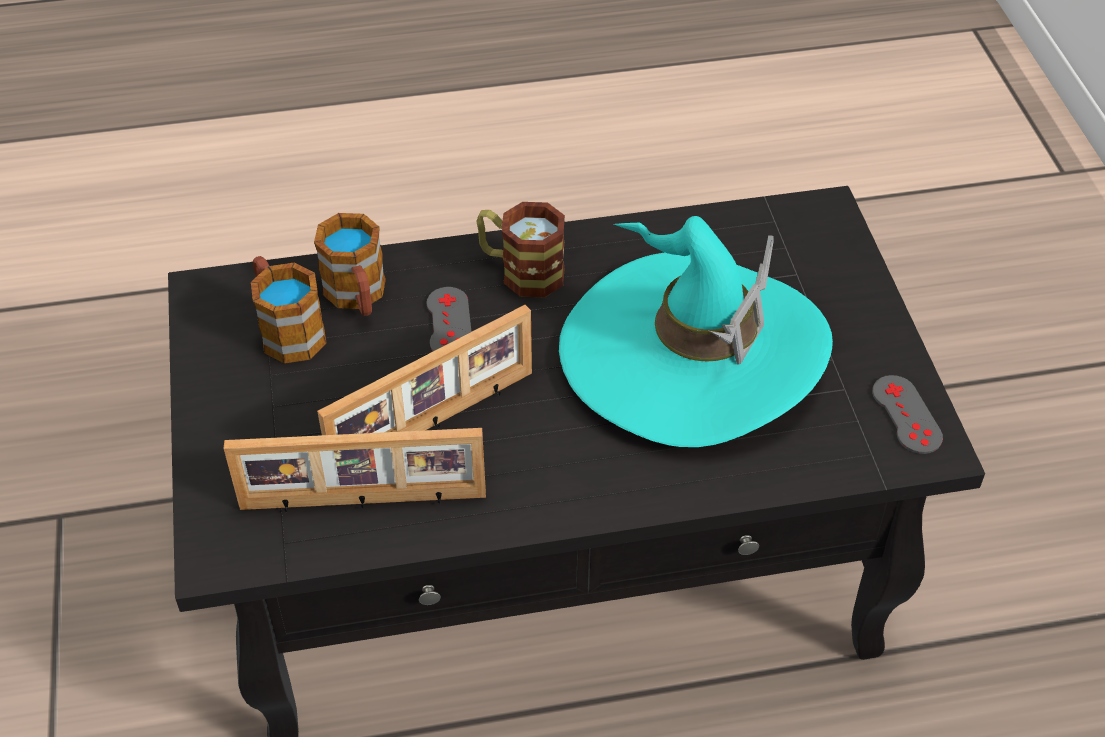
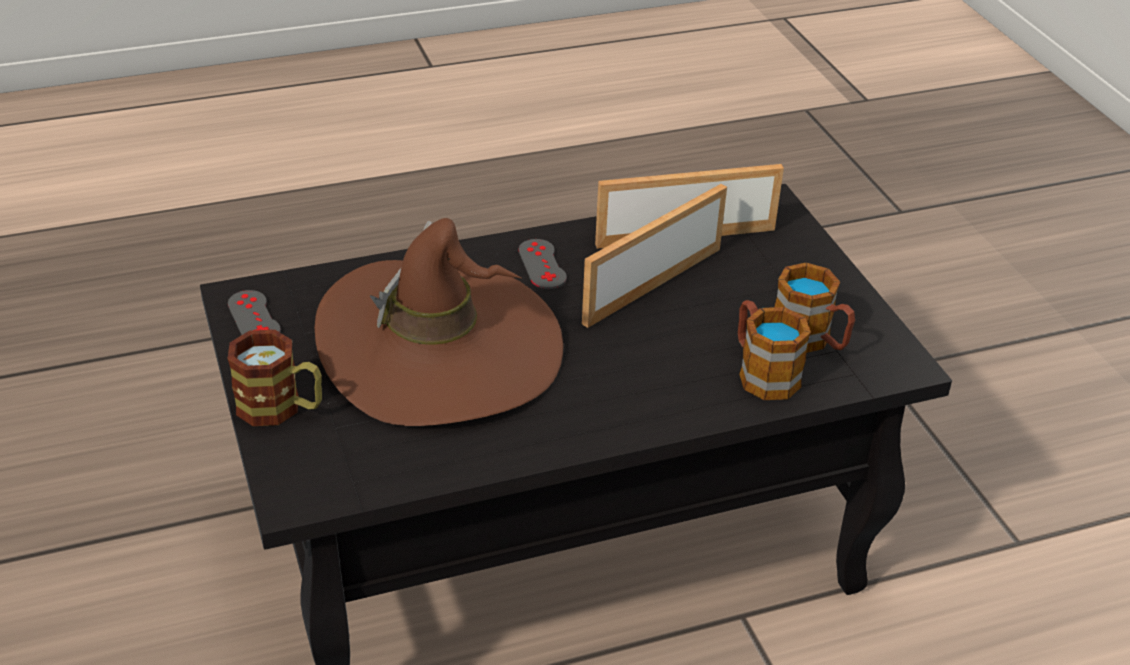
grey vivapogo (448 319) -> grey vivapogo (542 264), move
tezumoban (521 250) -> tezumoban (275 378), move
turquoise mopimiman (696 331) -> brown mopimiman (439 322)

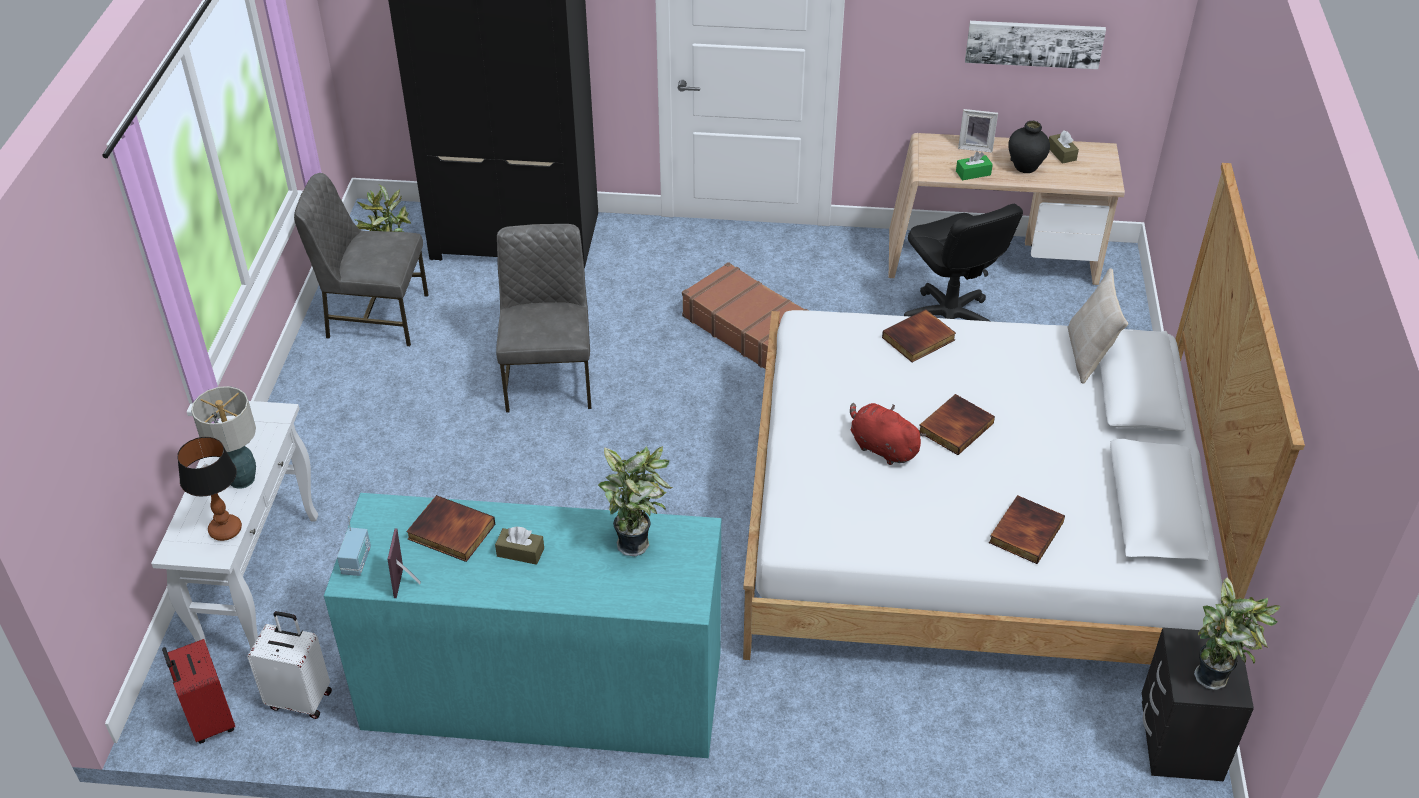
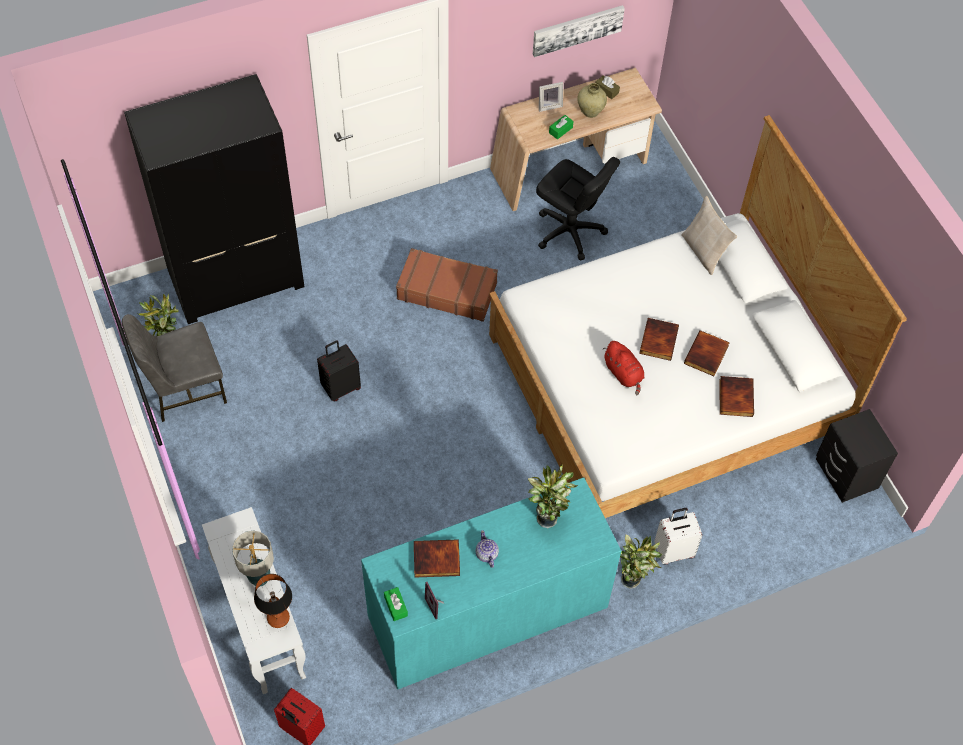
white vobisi (289 665) -> white vobisi (678 536), move
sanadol (919 335) -> sanadol (707 353), move
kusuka (1237 633) -> kusuka (641 561), move
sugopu (354 546) -> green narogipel (396 604)
brown narogipel (519 545) -> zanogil (487 549)
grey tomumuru (543 318) -> black vobisi (339 370)
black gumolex (1029 147) -> beige gumolex (592 100)
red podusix (888 434) -> red podusix (624 368), 135 degrees counterclockwise

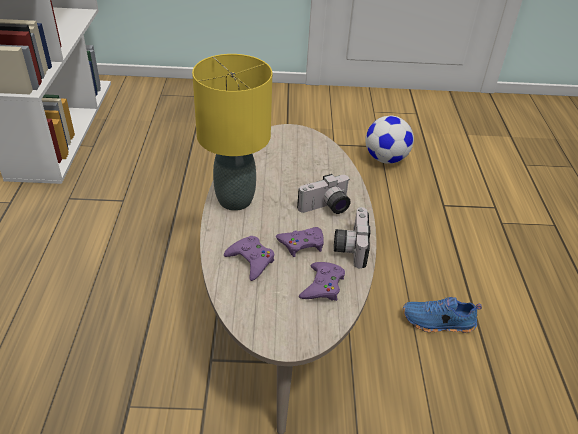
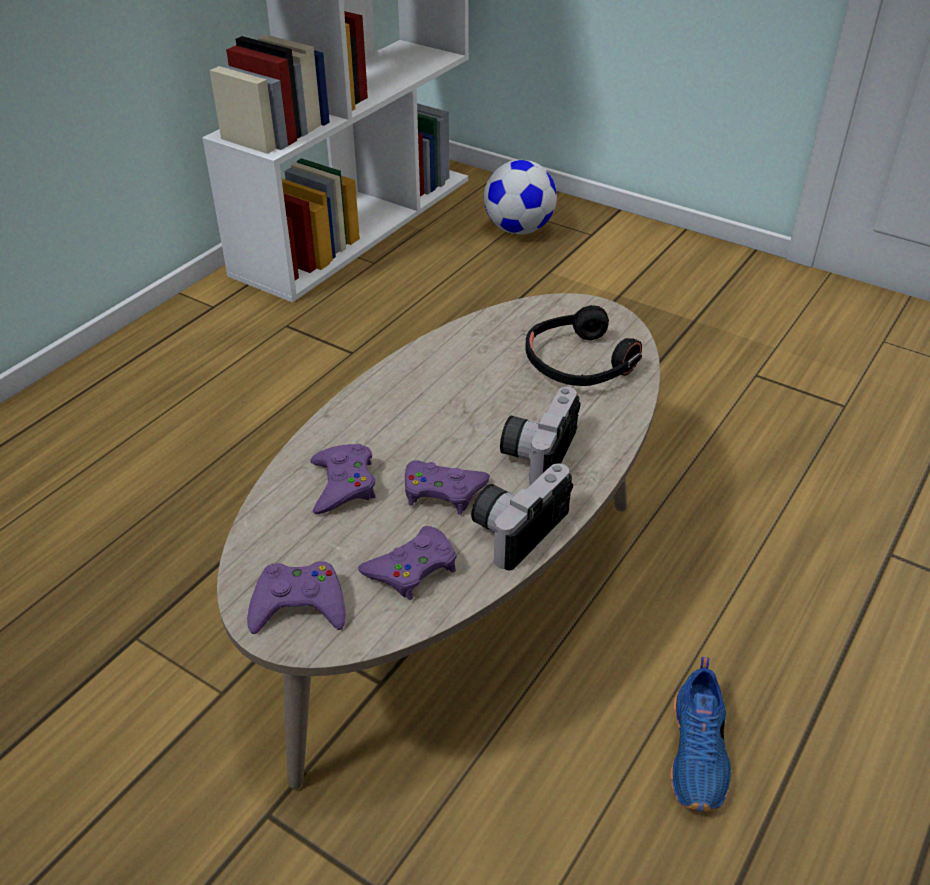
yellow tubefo (232 132) -> none
none -> purple vivapogo (296 597)
none -> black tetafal (583 345)
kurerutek (389 140) -> kurerutek (520 197), move
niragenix (324 194) -> niragenix (540 436), 105 degrees clockwise
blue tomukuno (442 315) -> blue tomukuno (700 734), 120 degrees counterclockwise

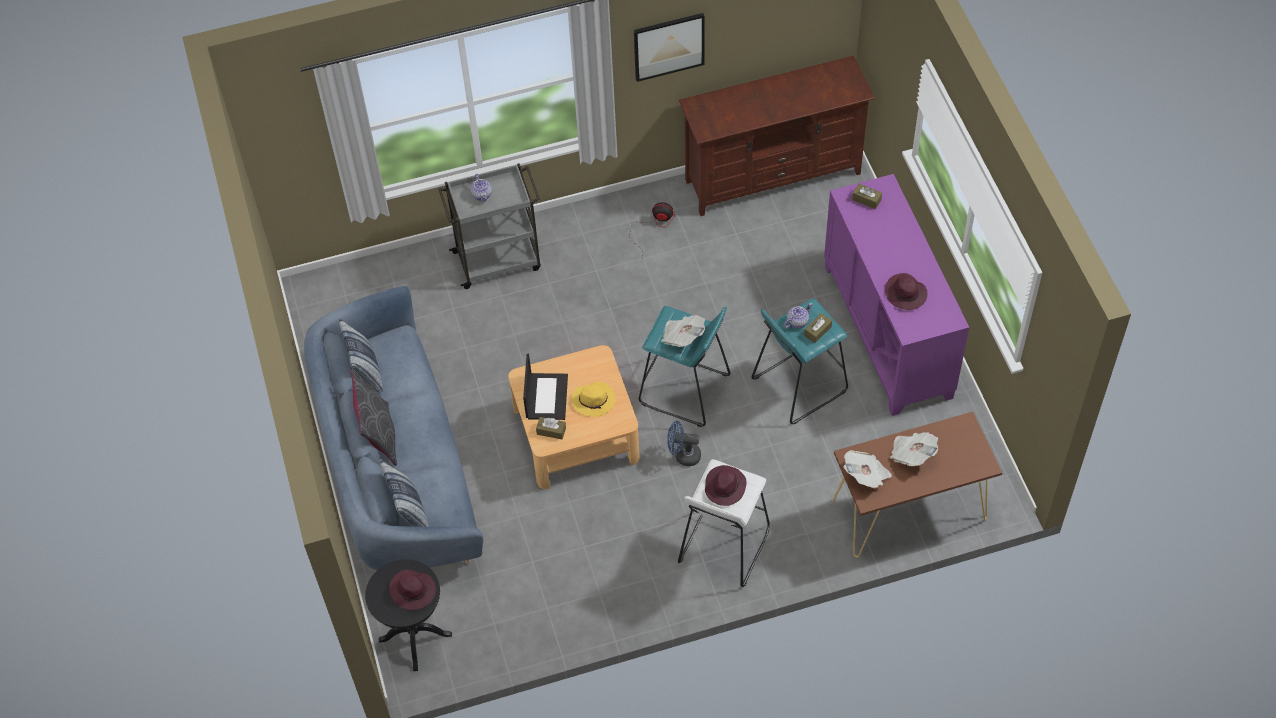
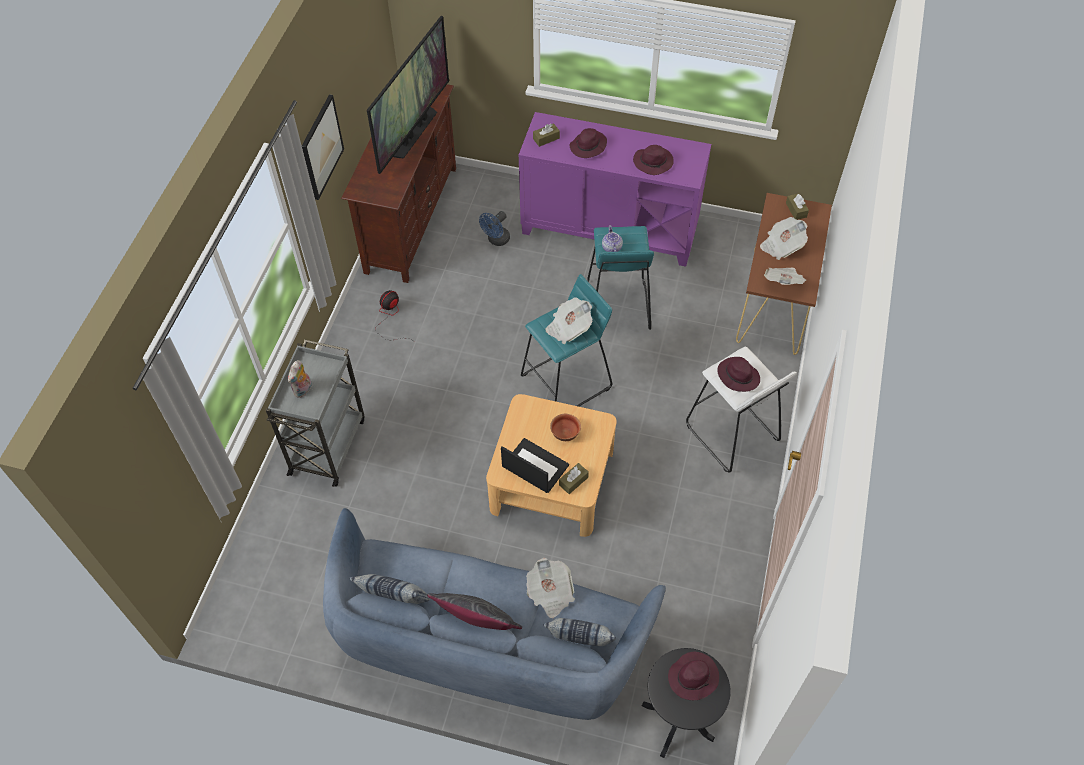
none -> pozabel (408 95)
none -> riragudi (550 588)
none -> purple mopimiman (588 143)
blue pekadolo (684 443) -> blue pekadolo (494 228), move
brown narogipel (818 328) -> brown narogipel (797 206), move
zanogil (481 188) -> podusix (300 379)
yellow mopimiman (593 399) -> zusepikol (565 427)

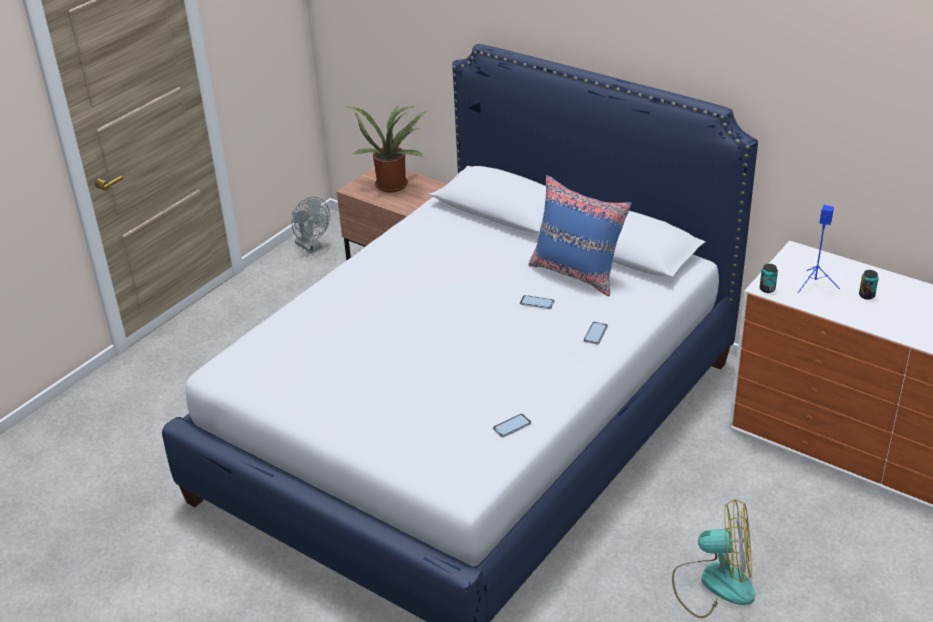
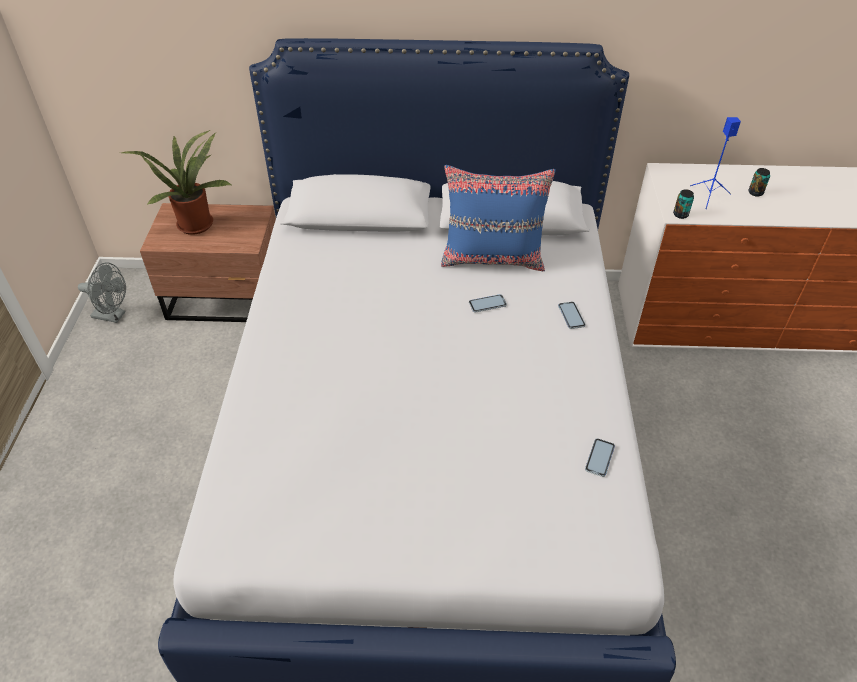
pekadolo (713 558) -> none

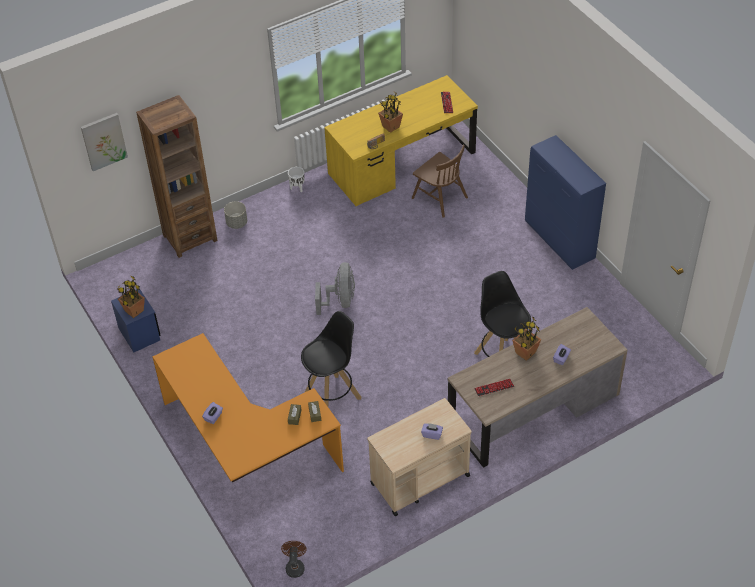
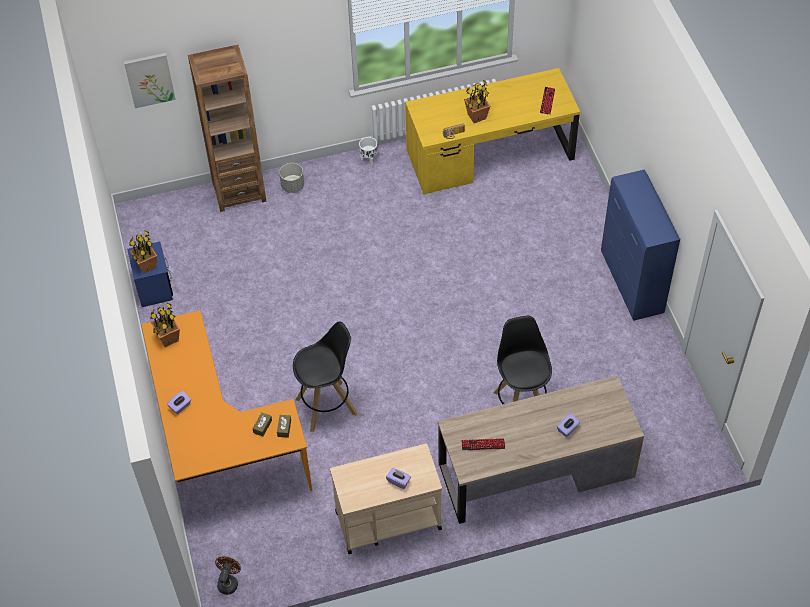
grey pekadolo (335 288) -> none
brown tomumuru (440 181) -> none
kusuka (526 338) -> kusuka (165 325), move

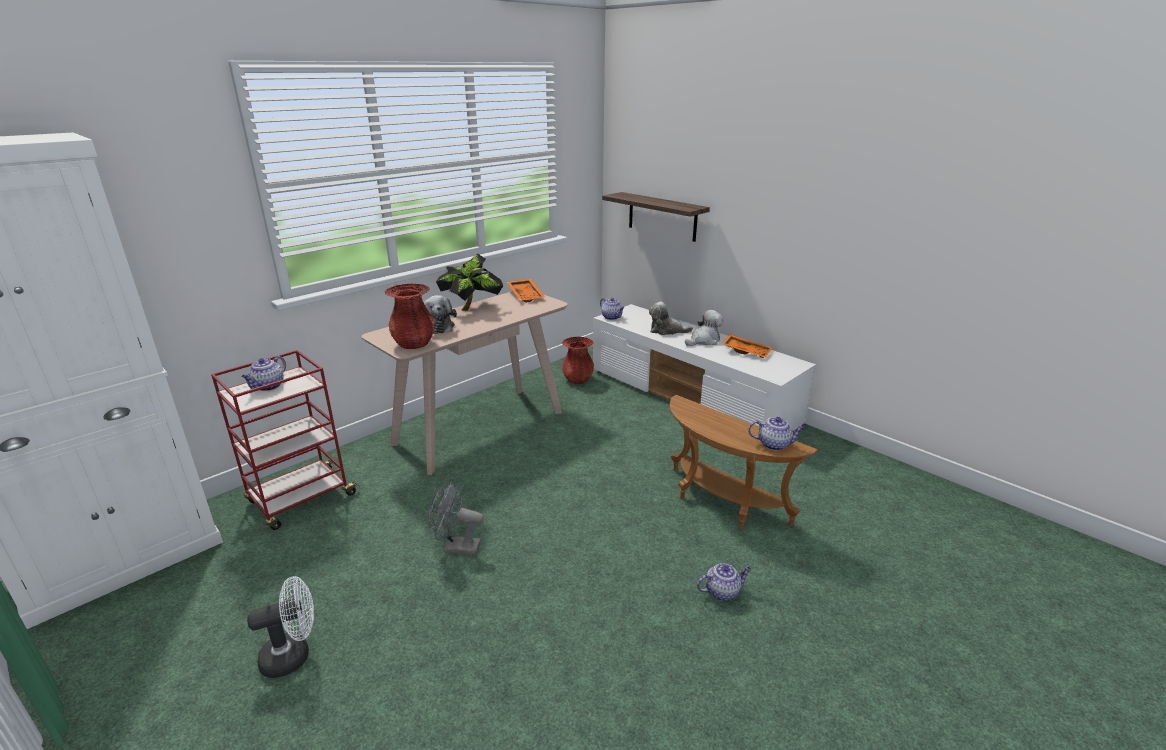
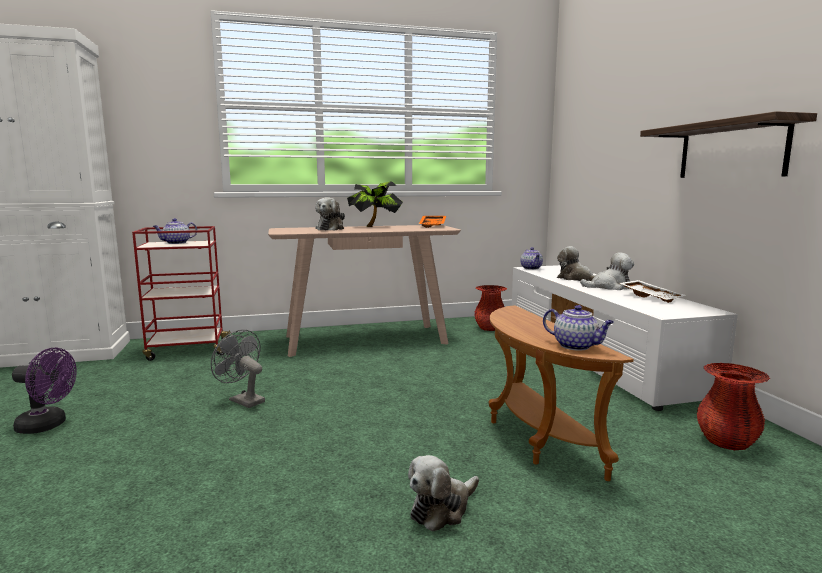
red gumolex (410 316) -> red gumolex (733 406), move
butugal (656 217) -> butugal (728 144), move
zanogil (724 582) -> podusix (443 493)
white pekadolo (280 627) -> purple pekadolo (44 391)
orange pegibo (747 346) -> white pegibo (652 291)

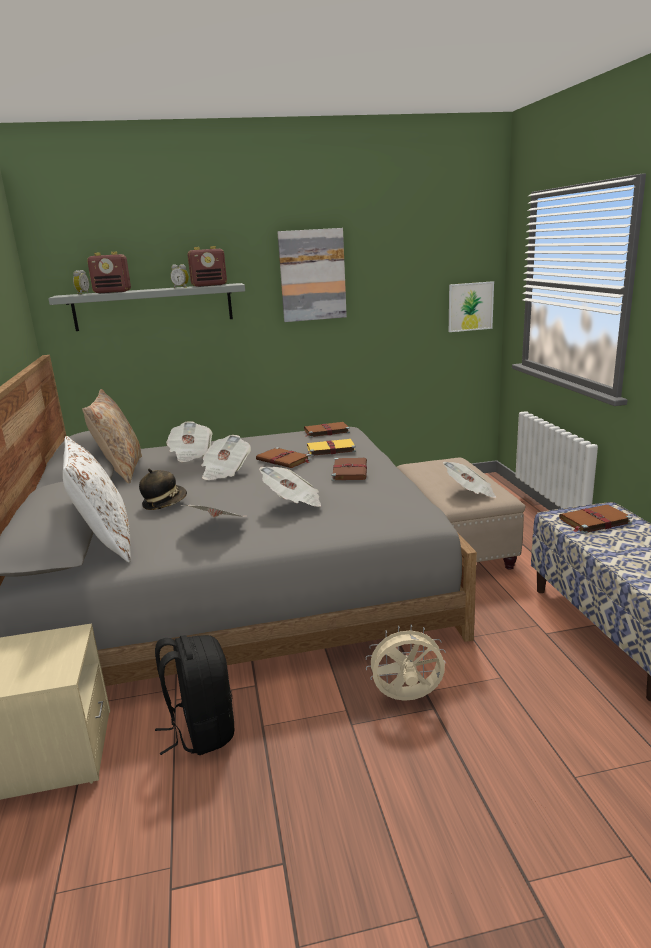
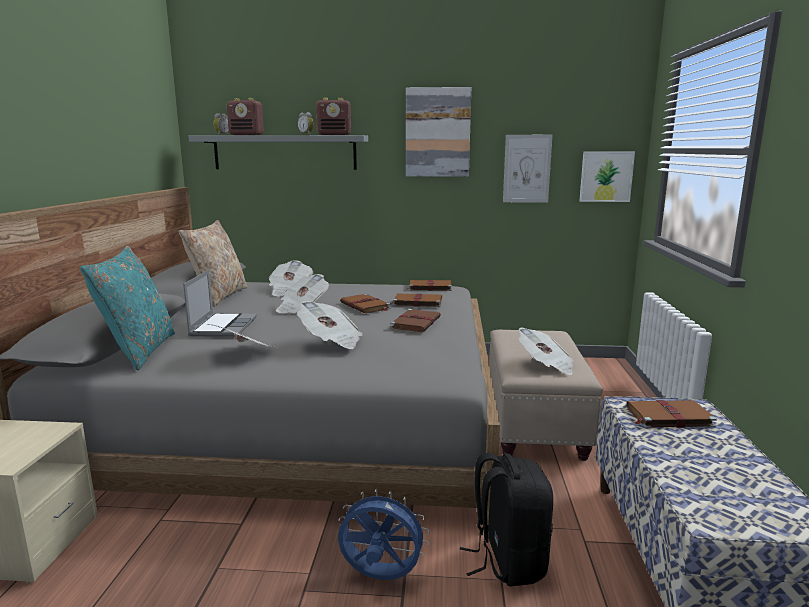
none -> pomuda (528 169)
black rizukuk (194 695) -> black rizukuk (506 520), move
mopimiman (163 489) -> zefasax (220 303)
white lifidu (97 499) -> turquoise lifidu (127 308)
yellow sanadol (331 447) -> brown sanadol (416 300)
beige pekadolo (405 662) -> blue pekadolo (383 534)

